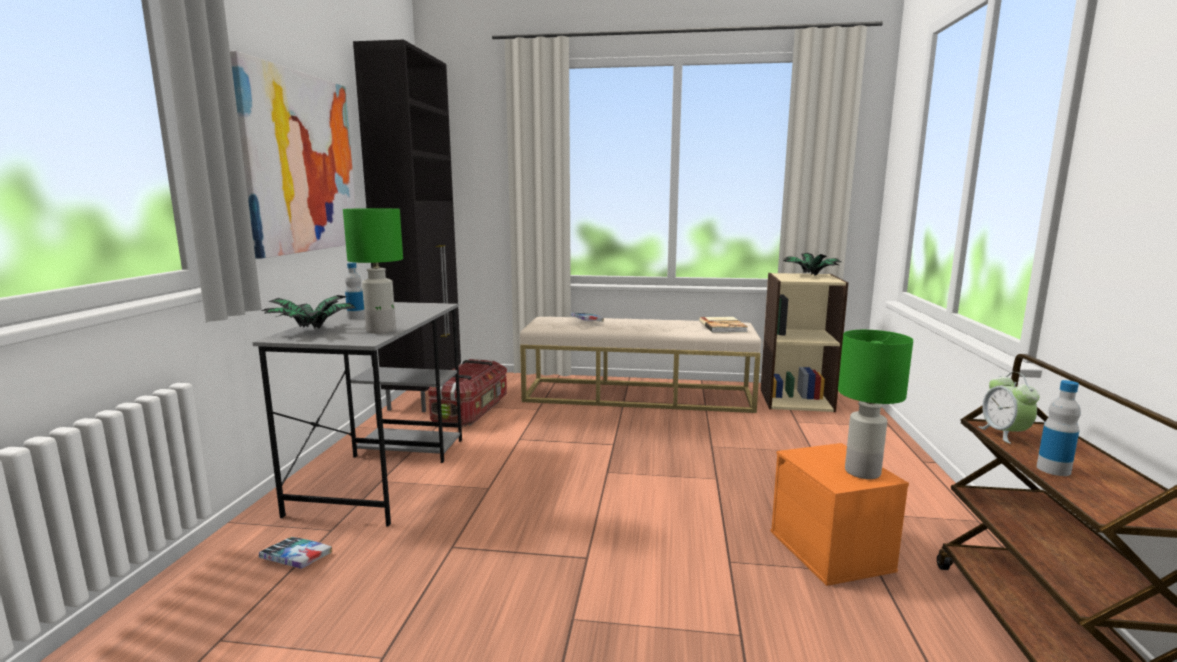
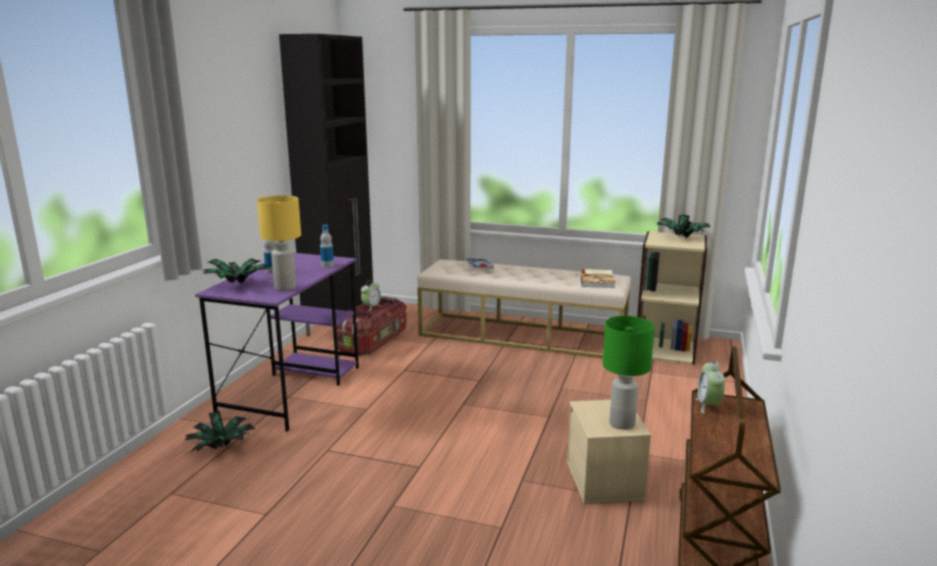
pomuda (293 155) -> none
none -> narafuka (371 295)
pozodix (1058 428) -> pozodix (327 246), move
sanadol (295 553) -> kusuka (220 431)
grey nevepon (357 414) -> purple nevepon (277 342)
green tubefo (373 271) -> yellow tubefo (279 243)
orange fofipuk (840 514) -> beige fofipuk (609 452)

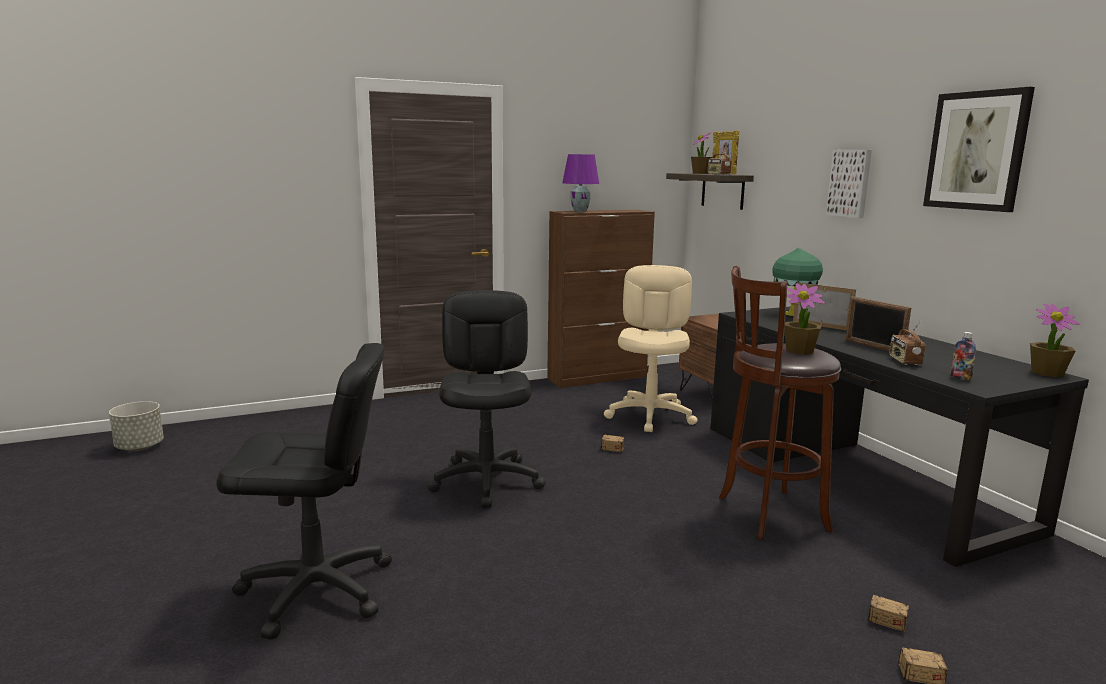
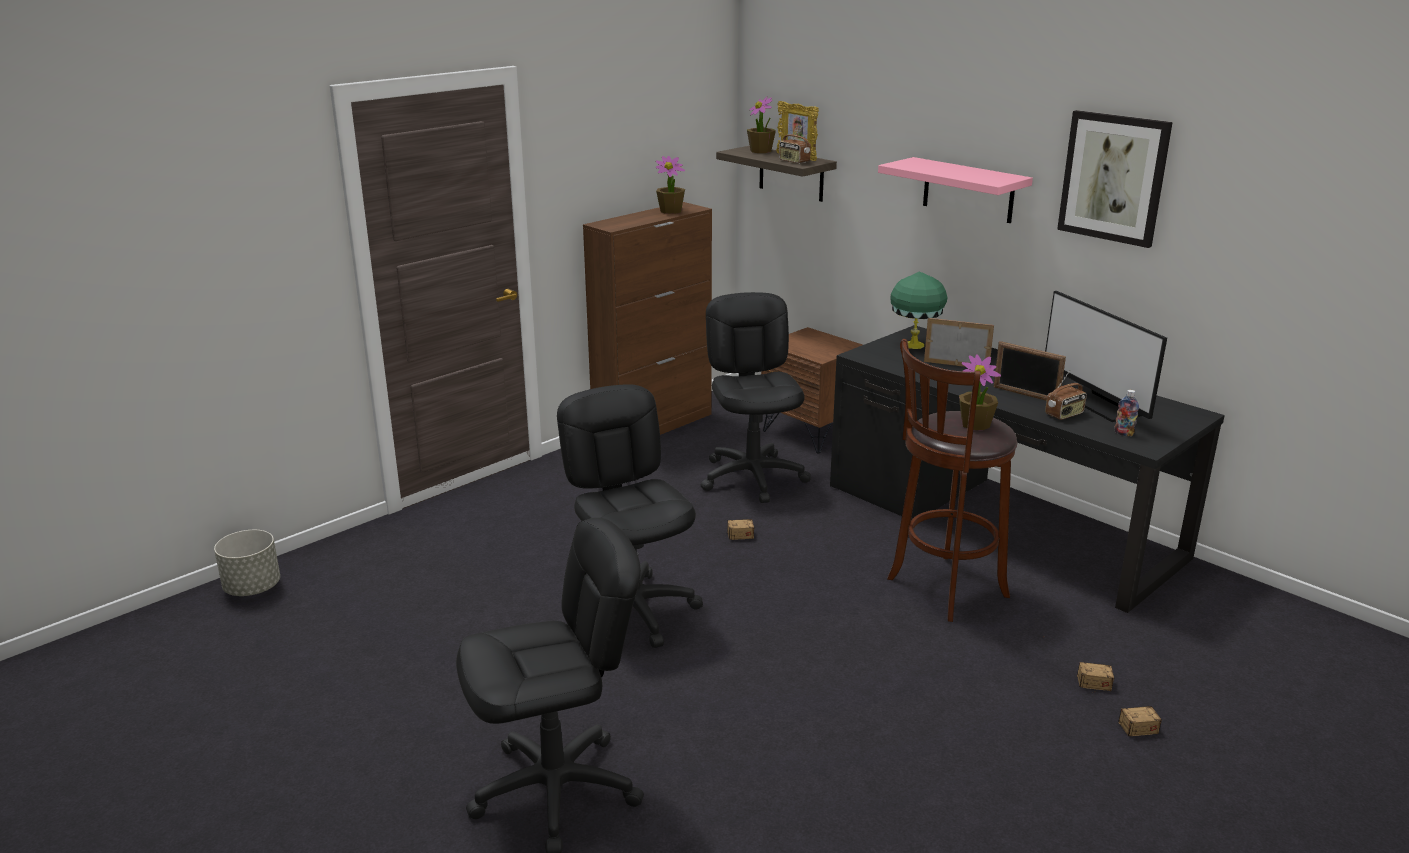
purple tubefo (580 183) -> none
none -> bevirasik (1106 356)
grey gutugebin (136 426) -> grey gutugebin (247 563), move
kusuka (1055 340) -> kusuka (670 185), move
pomuda (849 184) -> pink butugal (955 190)
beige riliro (651 348) -> black riliro (756 397)
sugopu (907 343) -> sugopu (1066 395), 105 degrees counterclockwise

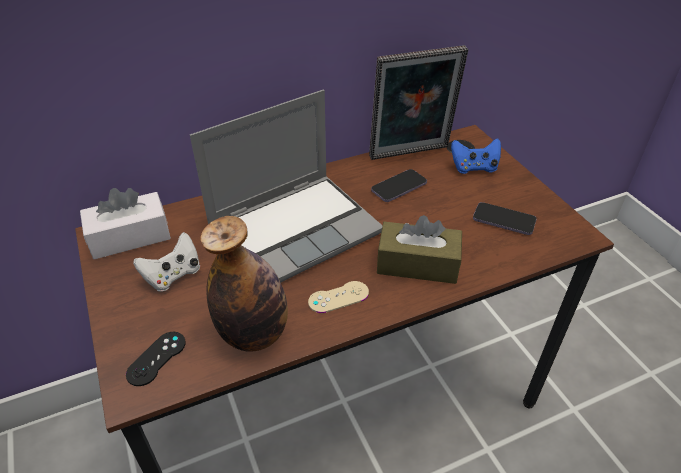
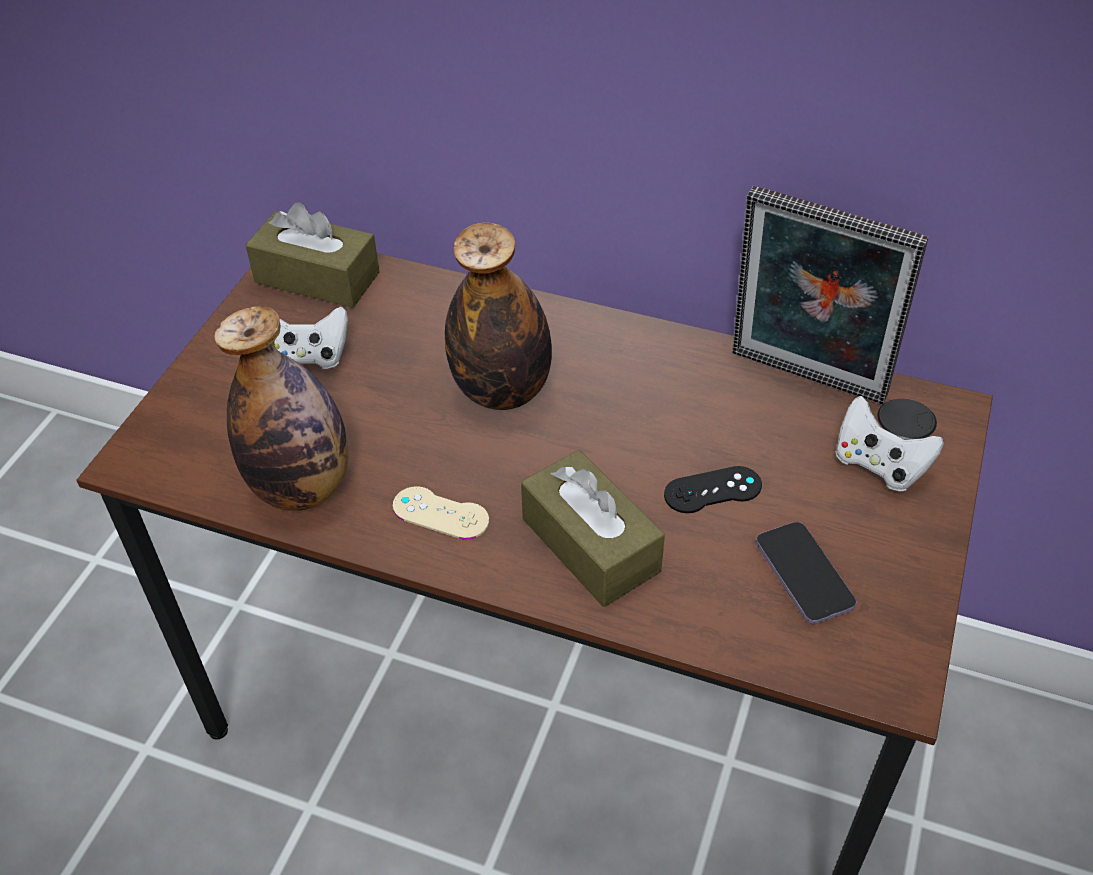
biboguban (399 185) -> none
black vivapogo (156 359) -> black vivapogo (713 489), move
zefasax (286 186) -> pozodix (498 316)
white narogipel (125 223) -> brown narogipel (312 255)
blue vivapogo (476 156) -> white vivapogo (890 443)

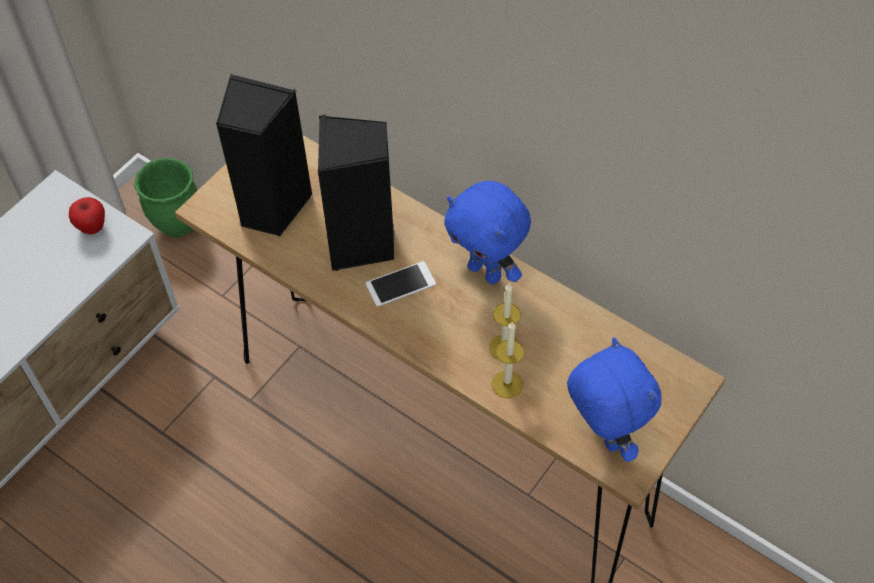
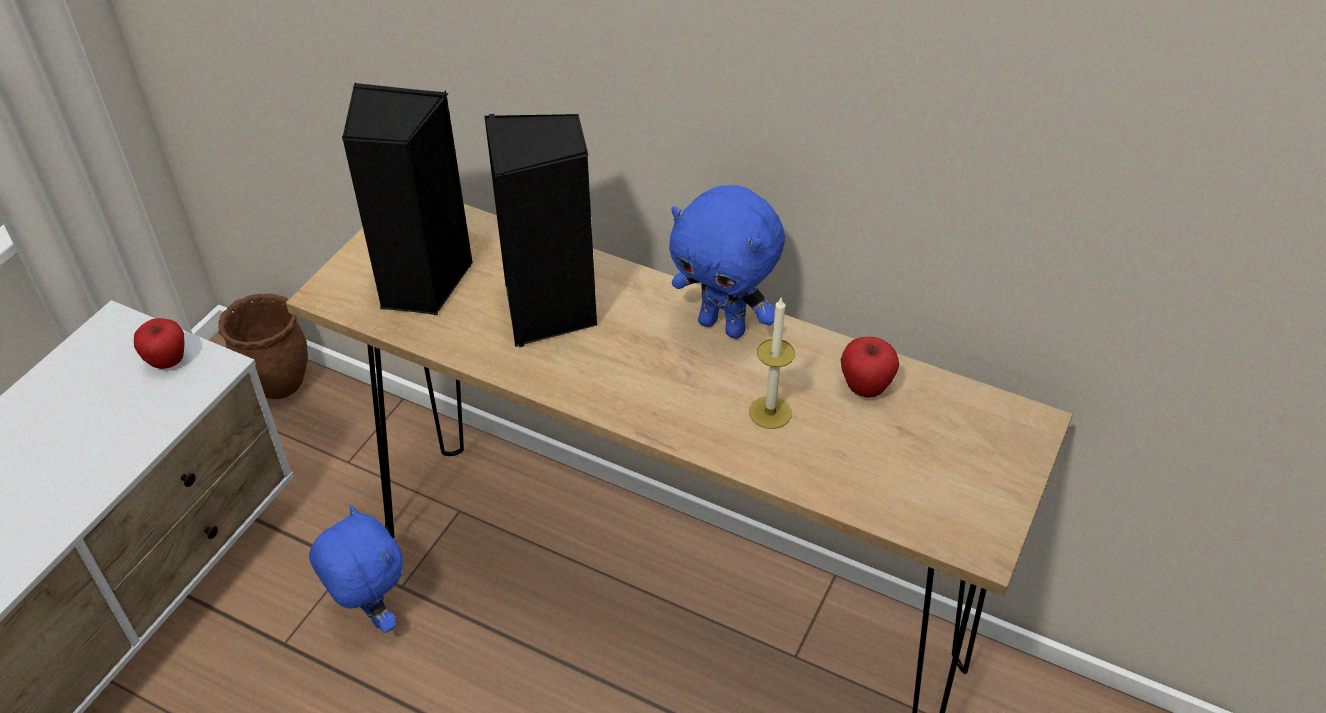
biboguban (401 284) -> none
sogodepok (508 359) -> none
none -> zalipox (870 367)
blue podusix (614 399) -> blue podusix (356 569), move
green gutugebin (166 197) -> brown gutugebin (263 346)

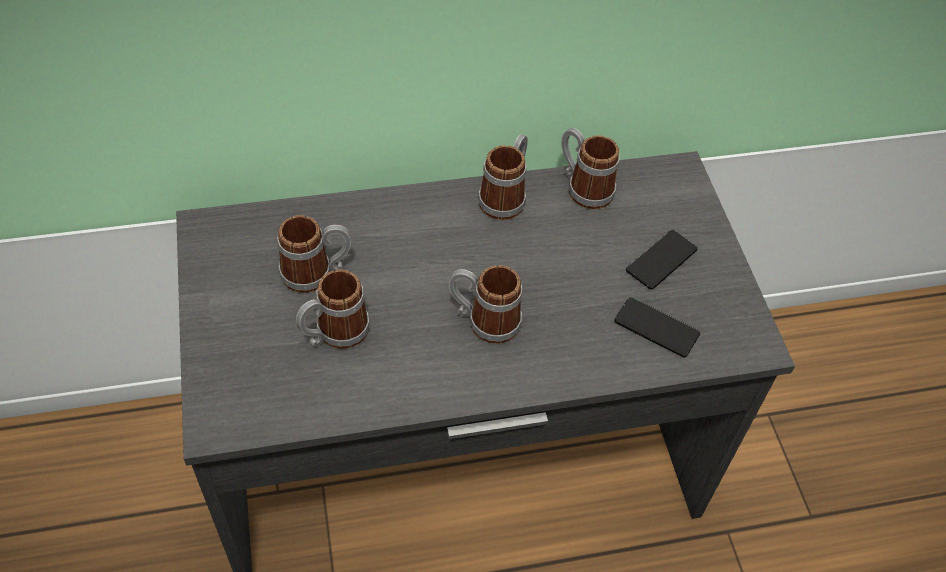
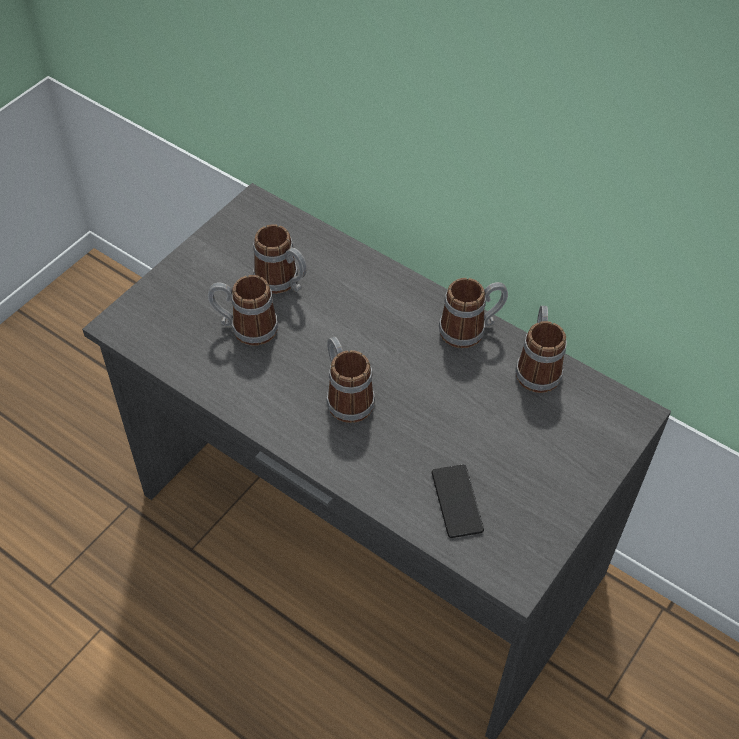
biboguban (662 259) -> none

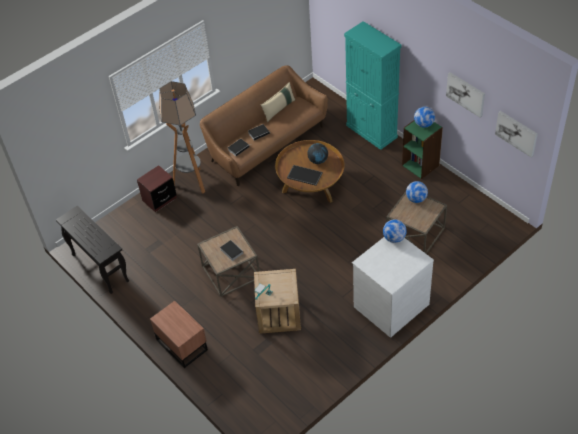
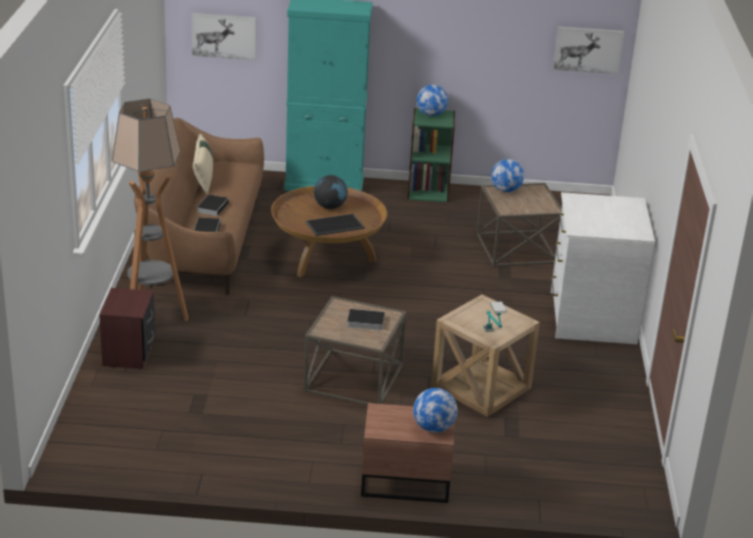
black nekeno (92 250) -> none
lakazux (395 231) -> lakazux (435 410), move
pomuda (465 95) -> pomuda (224 36), move

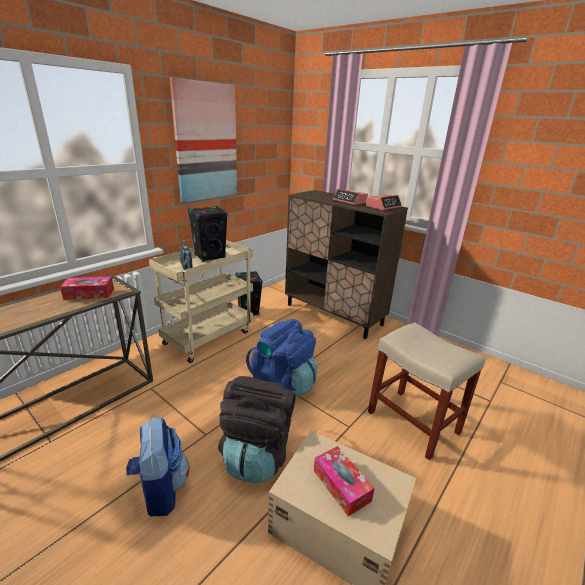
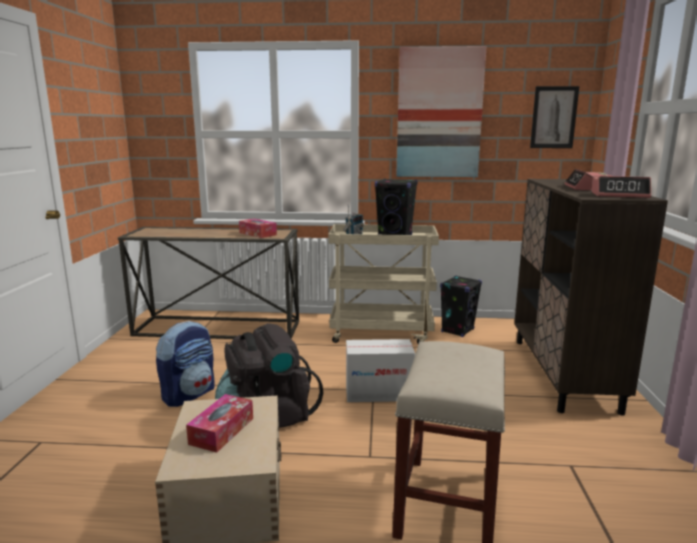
none -> pomuda (554 117)
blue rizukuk (281 358) -> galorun (380 370)

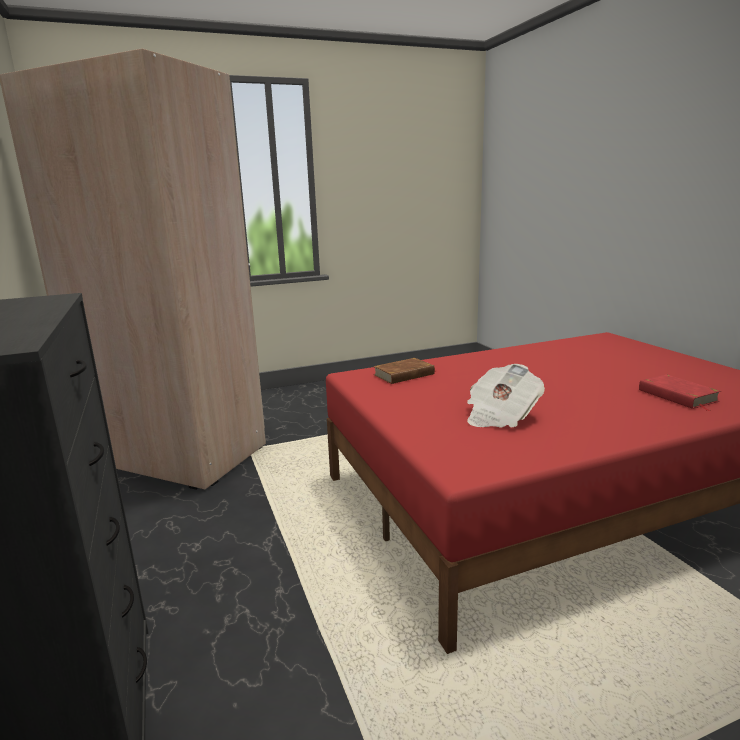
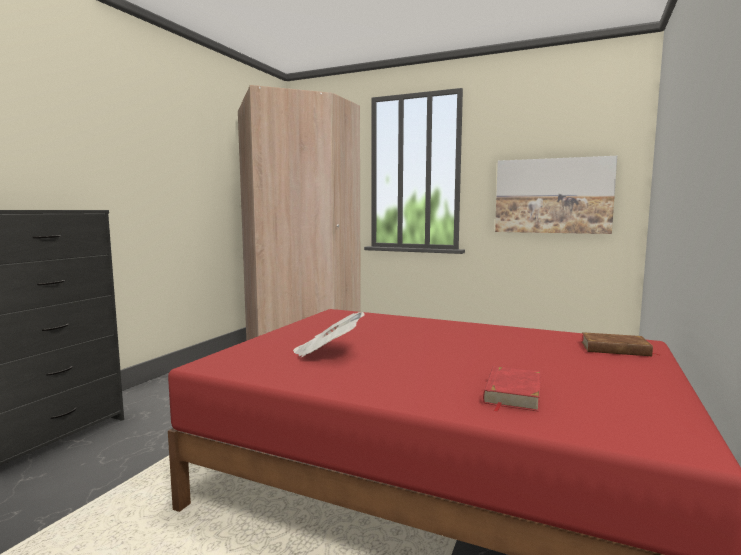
none -> pomuda (556 195)
brown sanadol (404 371) -> brown sanadol (621 344), move

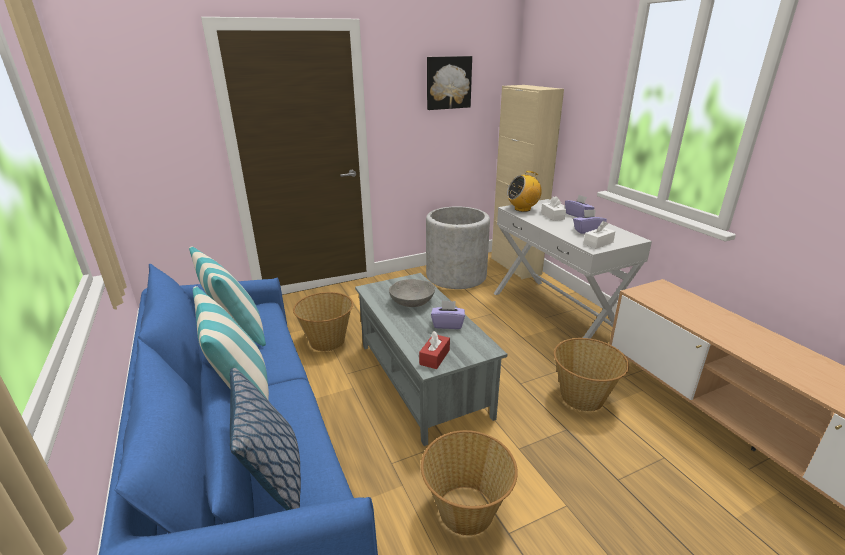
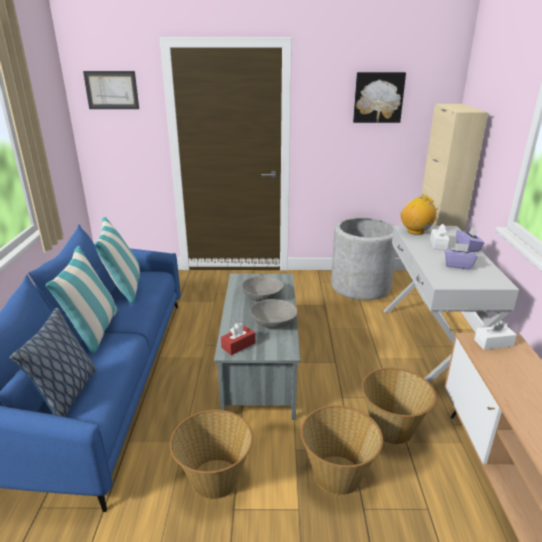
none -> pomuda (111 90)
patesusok (323 321) -> patesusok (342 450), move
white narogipel (599 235) -> white narogipel (495 335), move
purple narogipel (448 315) -> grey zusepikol (273 314)
sugopu (524 191) -> sugopu (421 214), 45 degrees clockwise

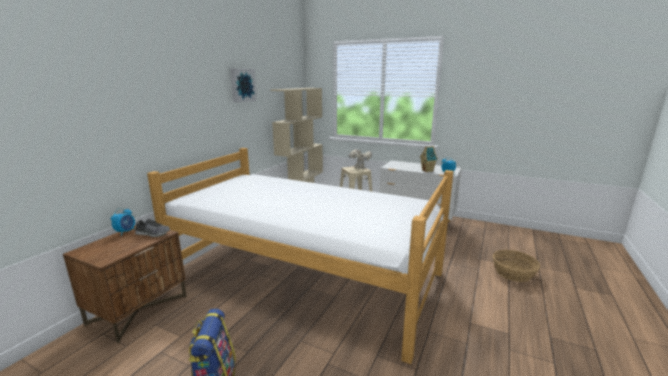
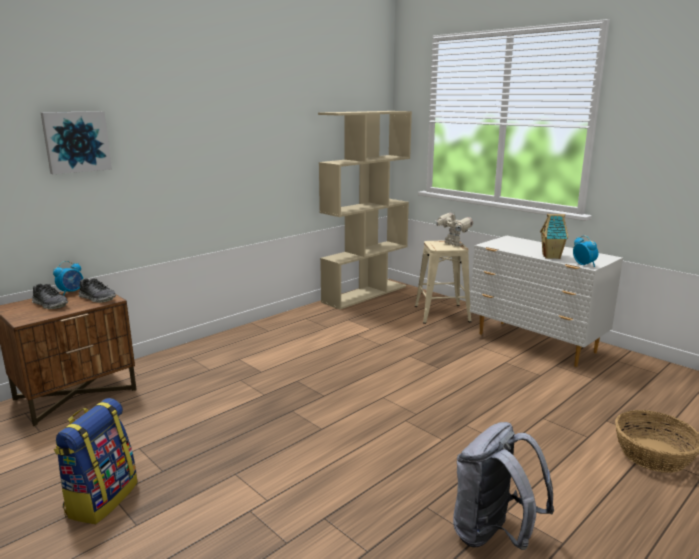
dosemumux (300 256) -> none
none -> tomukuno (50 296)
none -> grey rizukuk (503 486)
pomuda (243 85) -> pomuda (76 142), move

